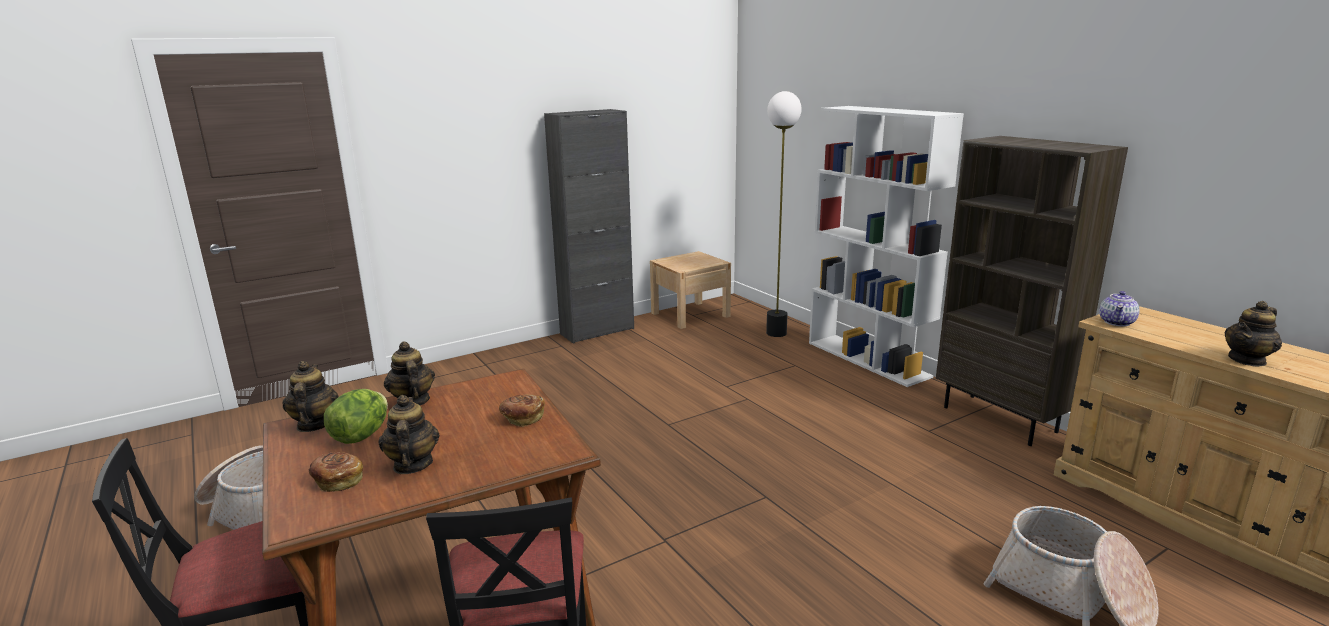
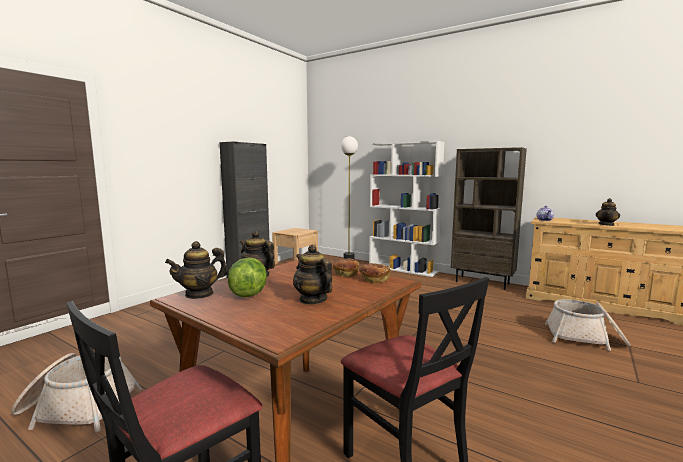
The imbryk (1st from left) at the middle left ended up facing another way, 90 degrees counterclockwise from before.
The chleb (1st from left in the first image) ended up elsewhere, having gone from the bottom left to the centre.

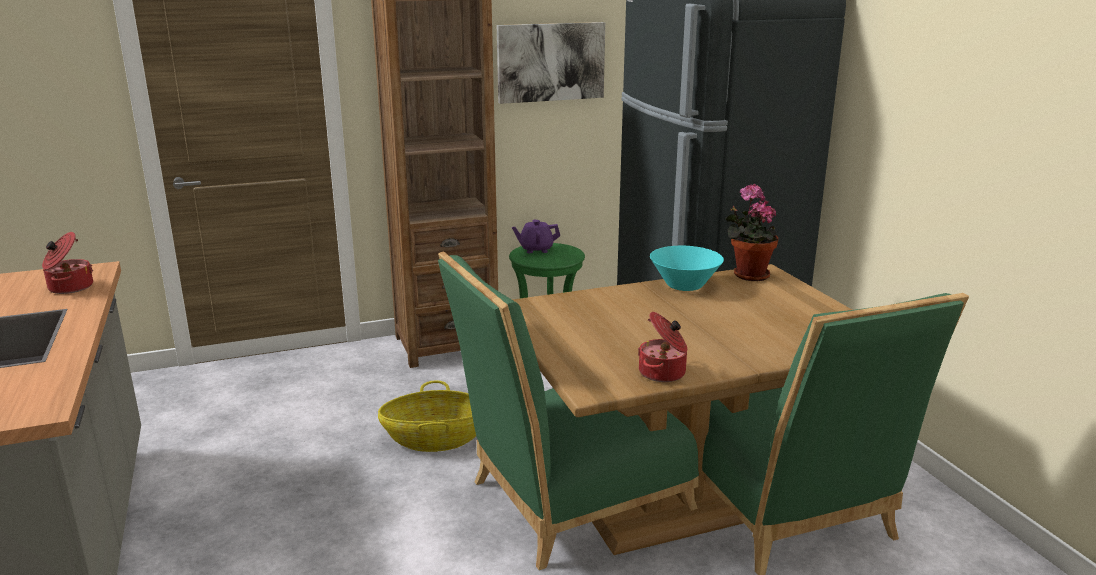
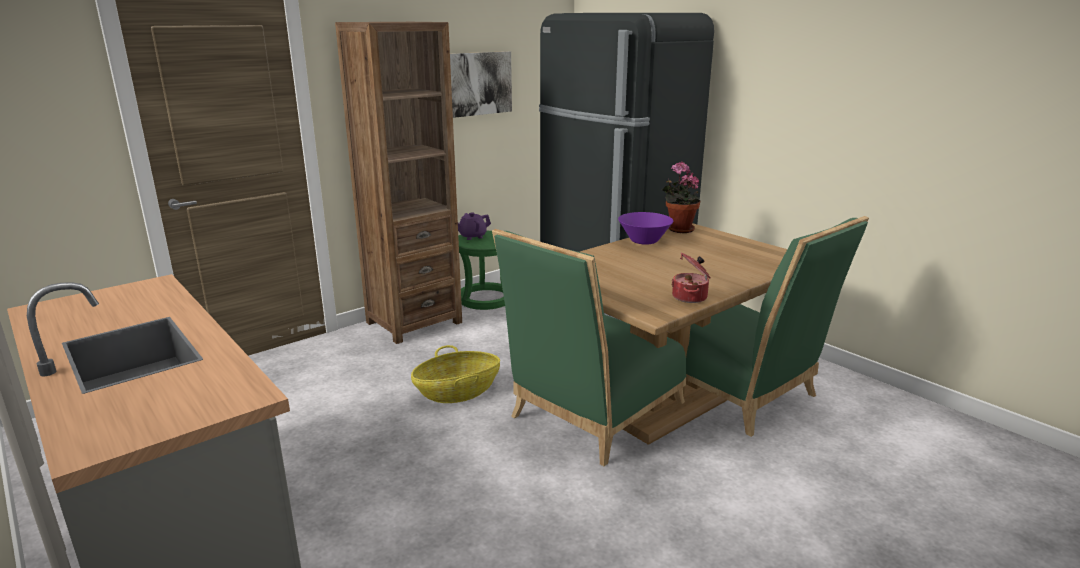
What was the miska/turkusowy at the centre turned into the miska/fioletowy at the centre.
The second view lost the garnek (1st from left) at the middle left.

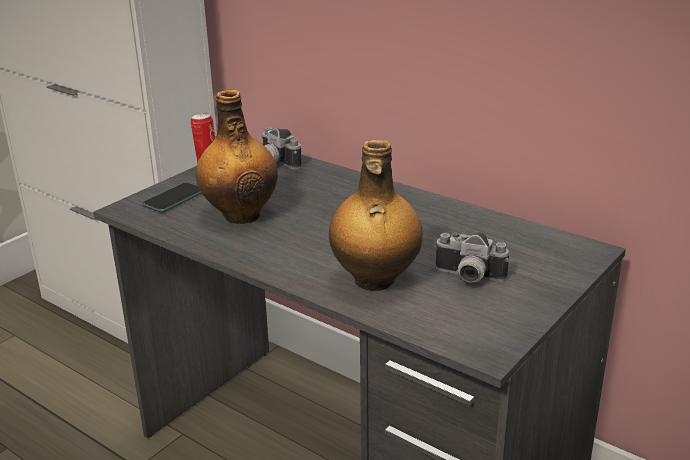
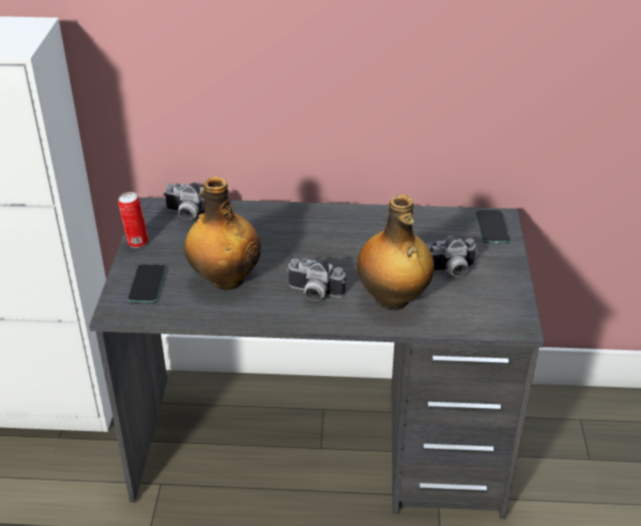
The second view gained the aparat fotograficzny (2nd from left) at the centre.
The second view gained the telefon (2nd from left) at the middle right.

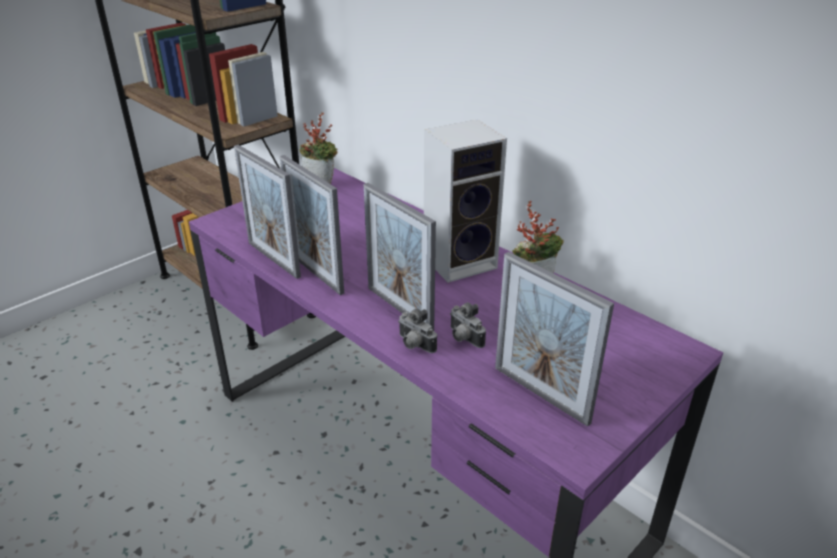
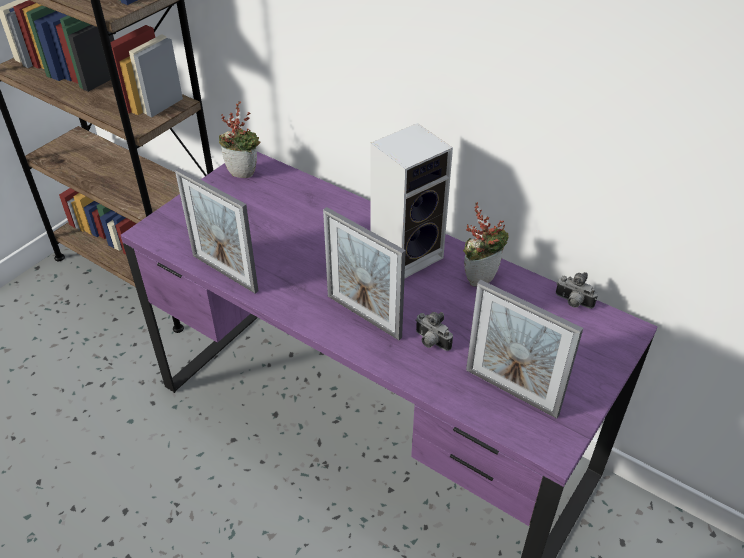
The aparat fotograficzny (1st from left in the first image) ended up elsewhere, having gone from the centre to the middle right.
The second view lost the ramka na zdjęcie (2nd from left) at the centre.

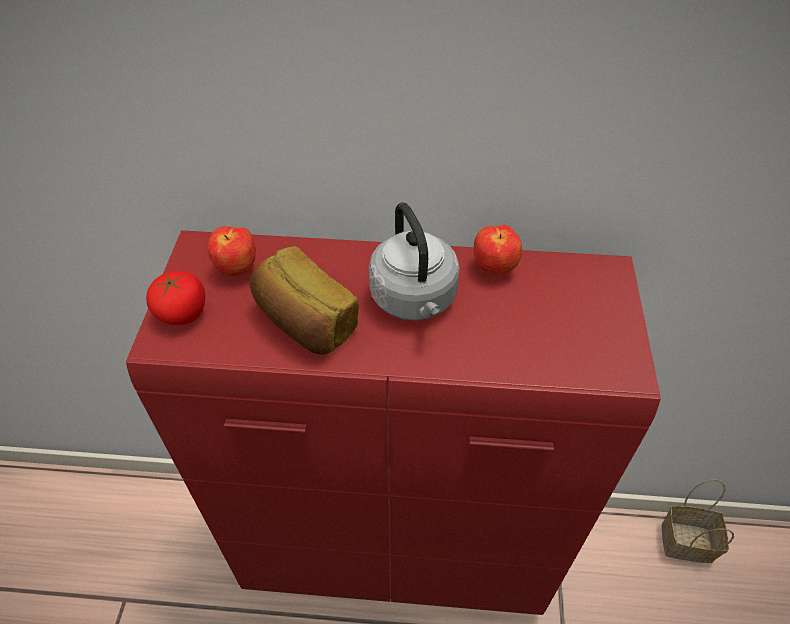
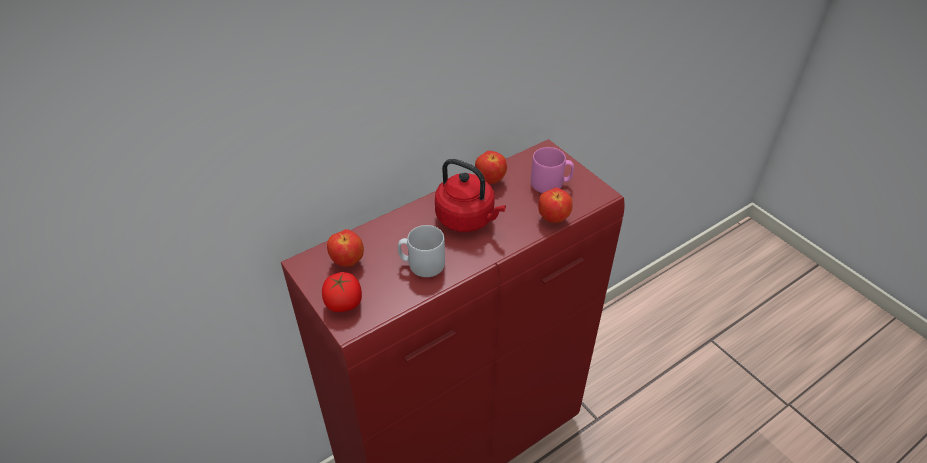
Where the chleb stood at the centre, the kubek/szary came to stand at the centre.
What was the czajnik/szary at the centre turned into the czajnik/czerwony at the centre.
The second view gained the kubek/różowy at the centre.
The second view gained the jabłko (3rd from left) at the centre.
The second view lost the koszyk at the bottom right.

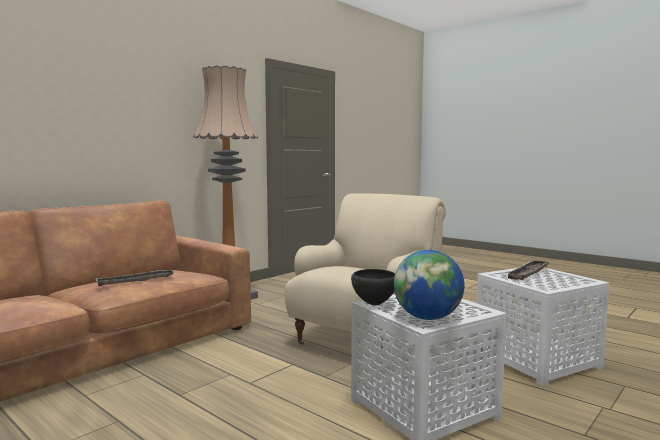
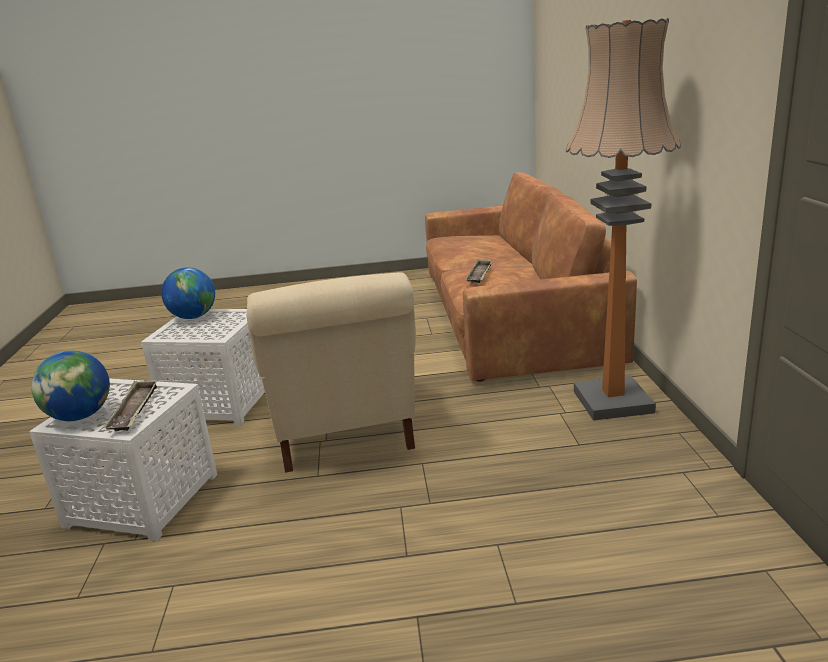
The second view gained the globus (1st from left) at the middle left.
The second view lost the miska/czarny at the centre.

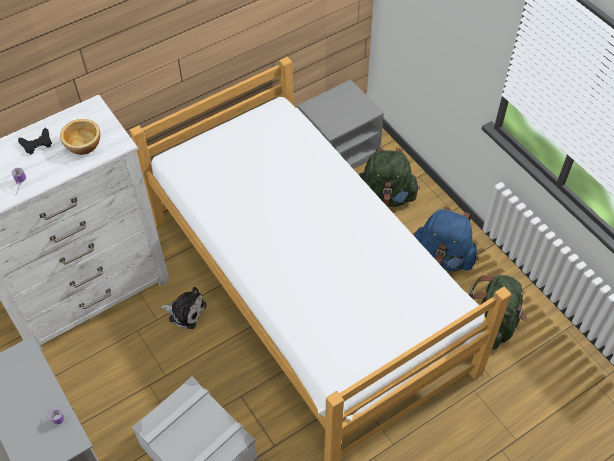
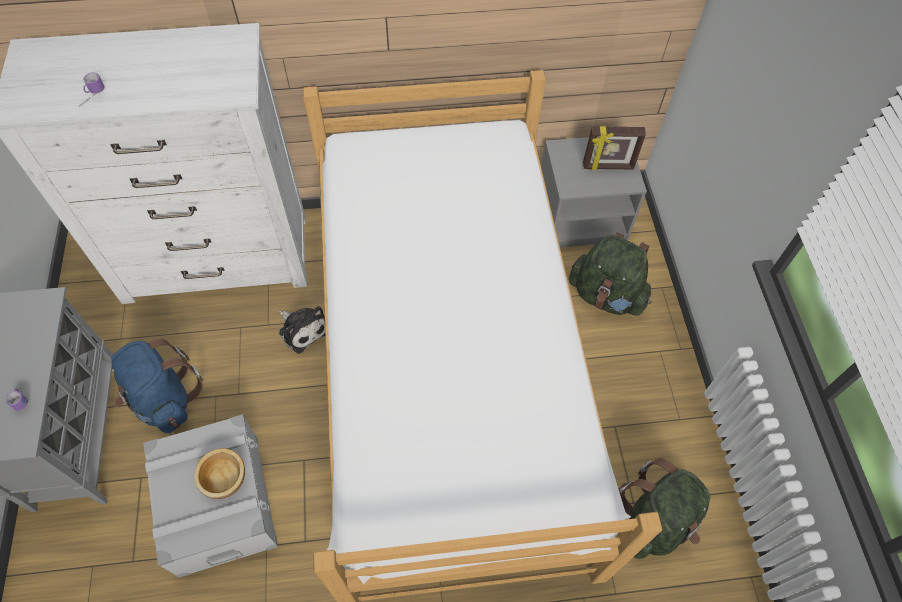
The plecak/niebieski ended up elsewhere, having gone from the middle right to the middle left.
The miska ended up elsewhere, having gone from the top left to the bottom left.
The second view gained the ramka na zdjęcie at the top right.
The second view lost the pad do gier/czarny at the top left.

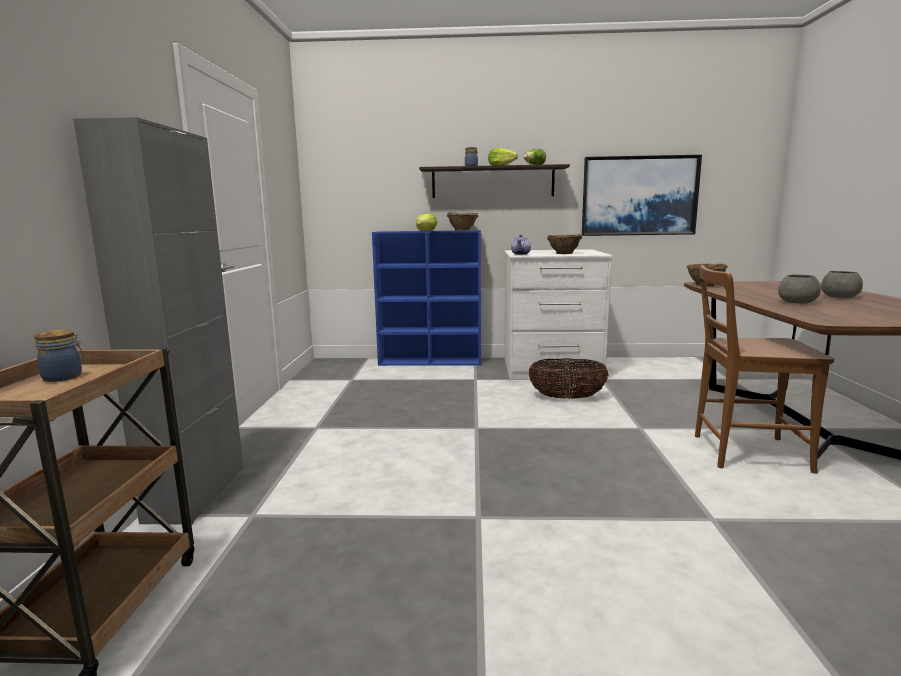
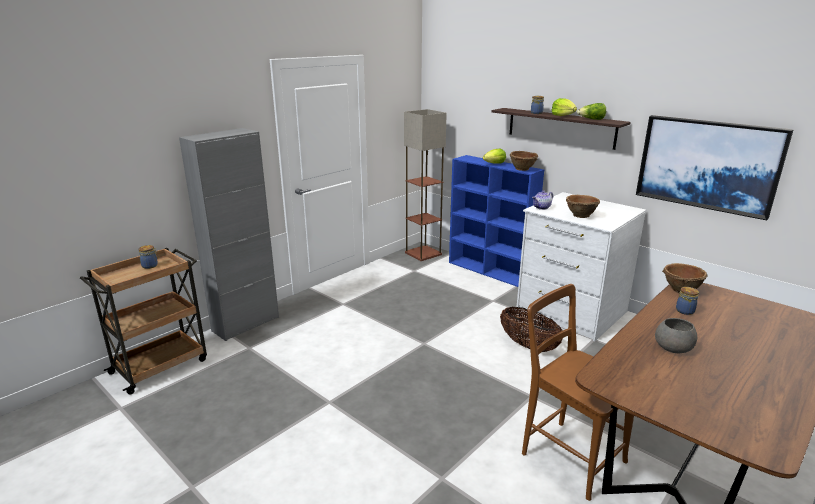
The second view gained the lampa stojąca at the centre.
The second view gained the słoik (3rd from left) at the middle right.
The second view lost the miska/szary (2nd from left) at the middle right.

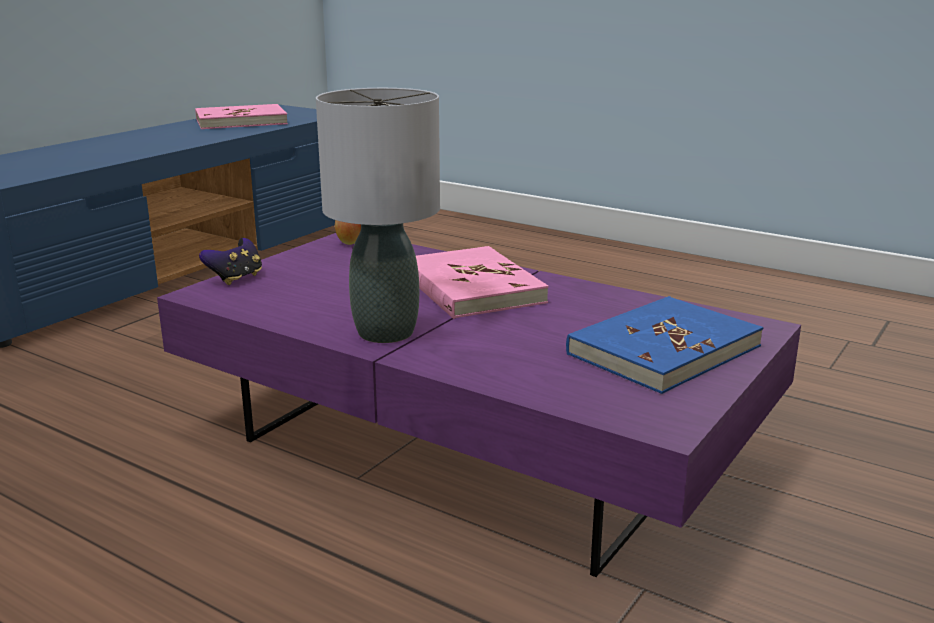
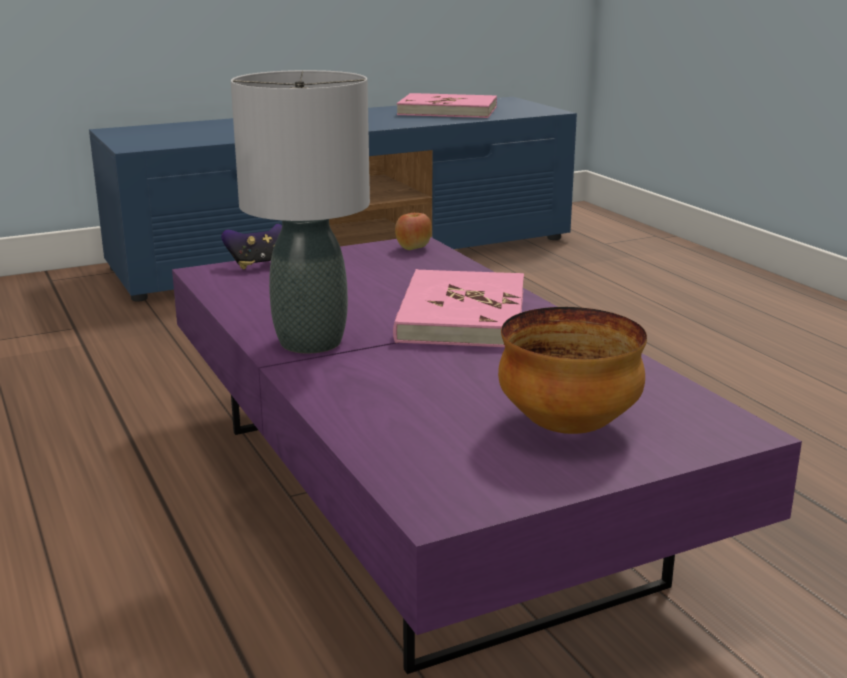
Where the książka/niebieski stood at the middle right, the miska came to stand at the middle right.

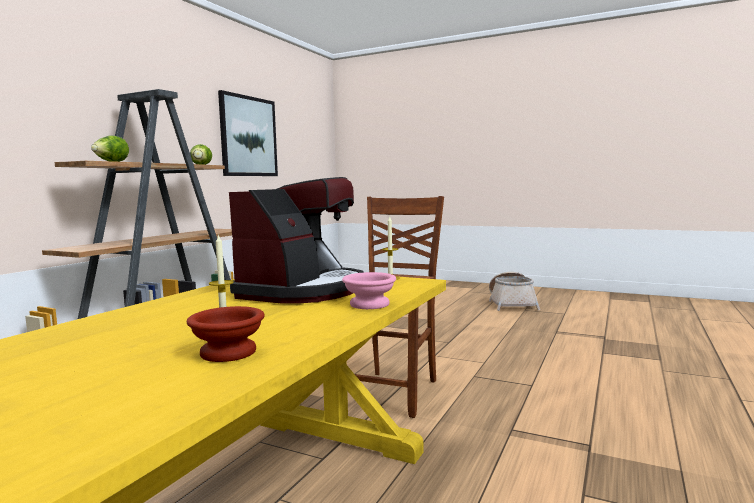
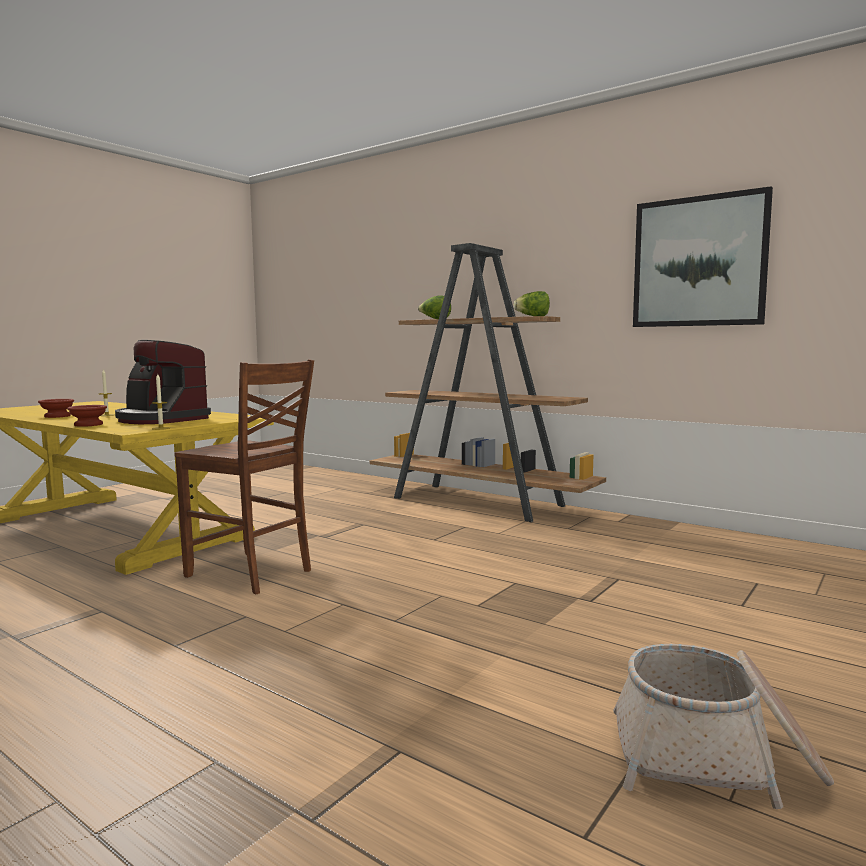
What was the miska/różowy at the centre turned into the miska/brązowy (2nd from left) at the middle left.

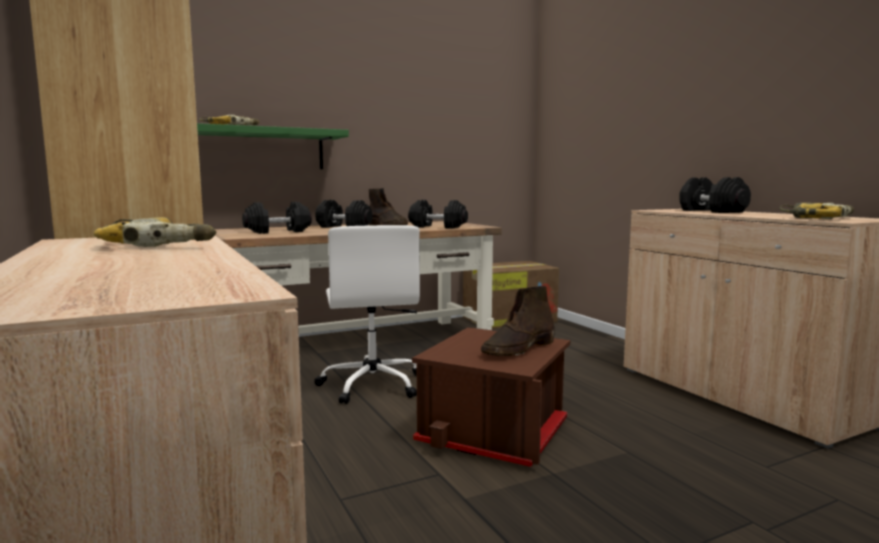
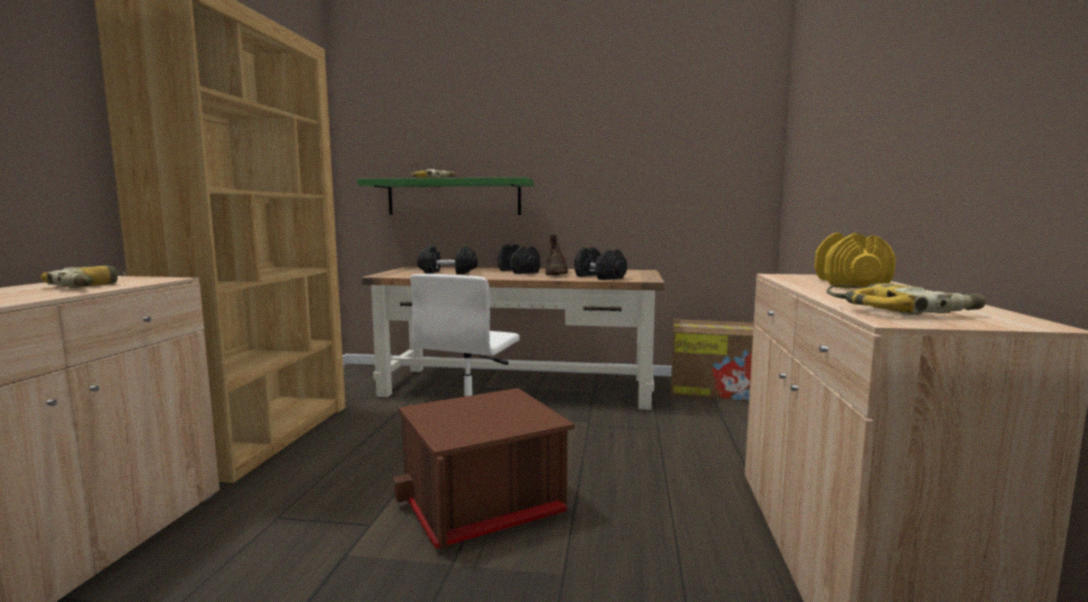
What was the hantel/czarny (4th from left) at the middle right turned into the hantel/żółty at the middle right.
The second view lost the but z cholewką/brązowy (2nd from left) at the centre.

